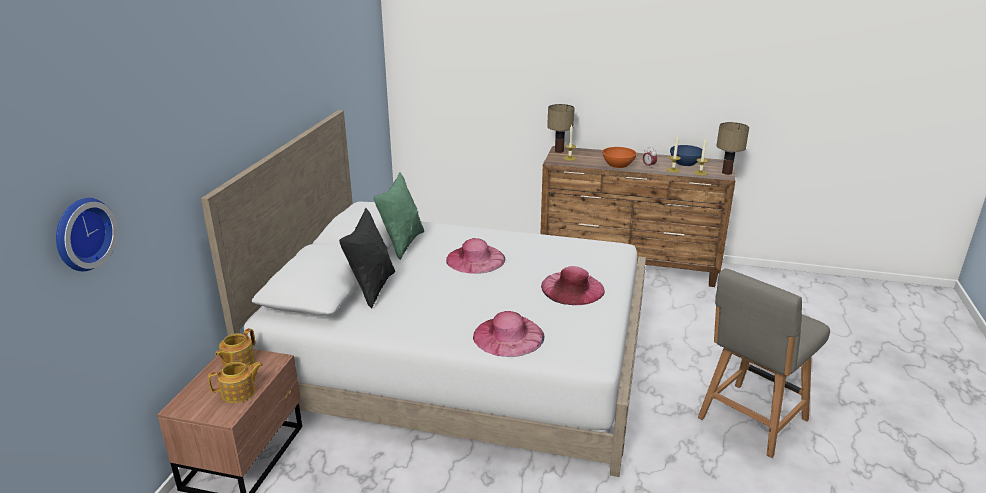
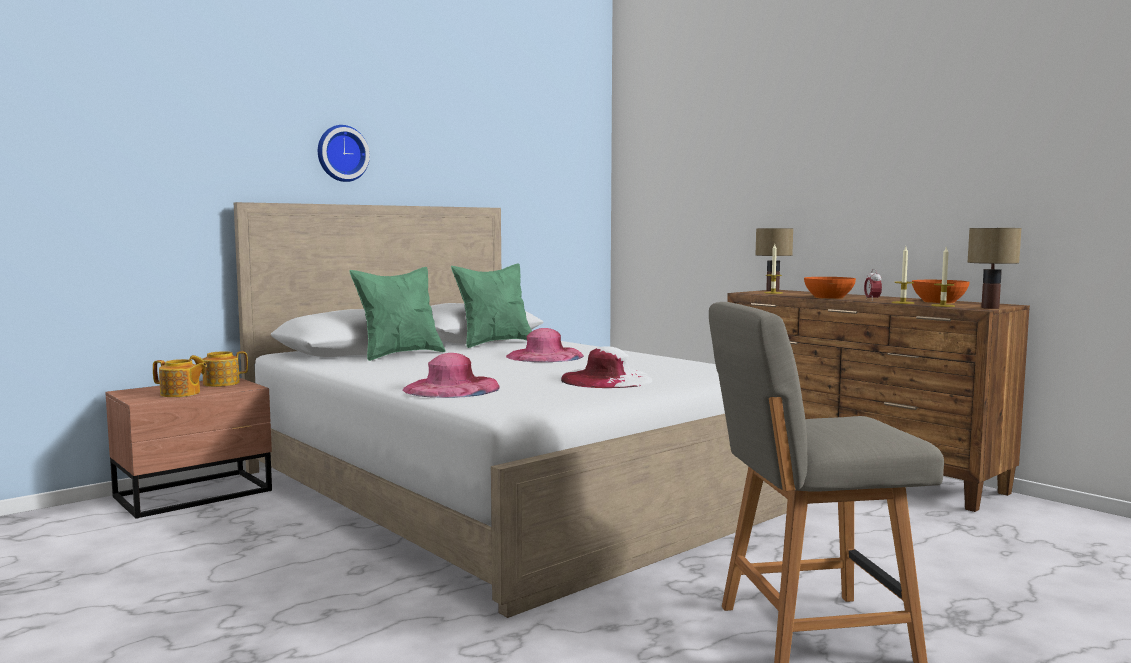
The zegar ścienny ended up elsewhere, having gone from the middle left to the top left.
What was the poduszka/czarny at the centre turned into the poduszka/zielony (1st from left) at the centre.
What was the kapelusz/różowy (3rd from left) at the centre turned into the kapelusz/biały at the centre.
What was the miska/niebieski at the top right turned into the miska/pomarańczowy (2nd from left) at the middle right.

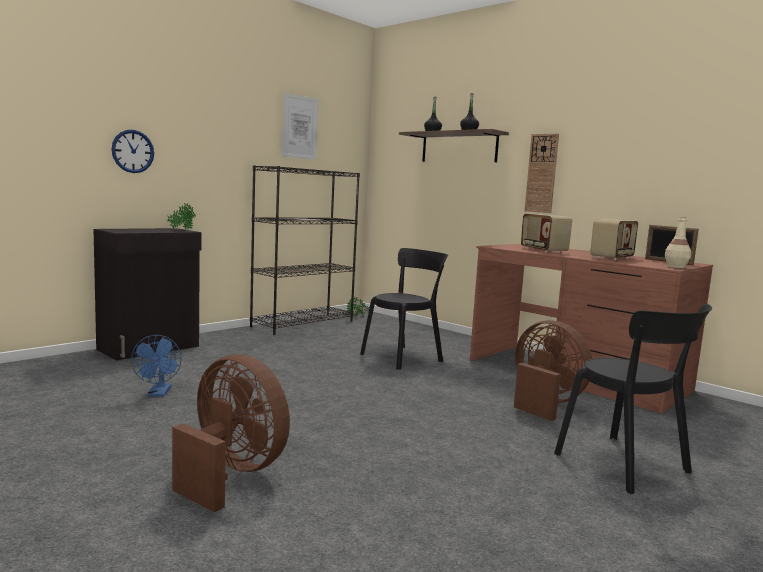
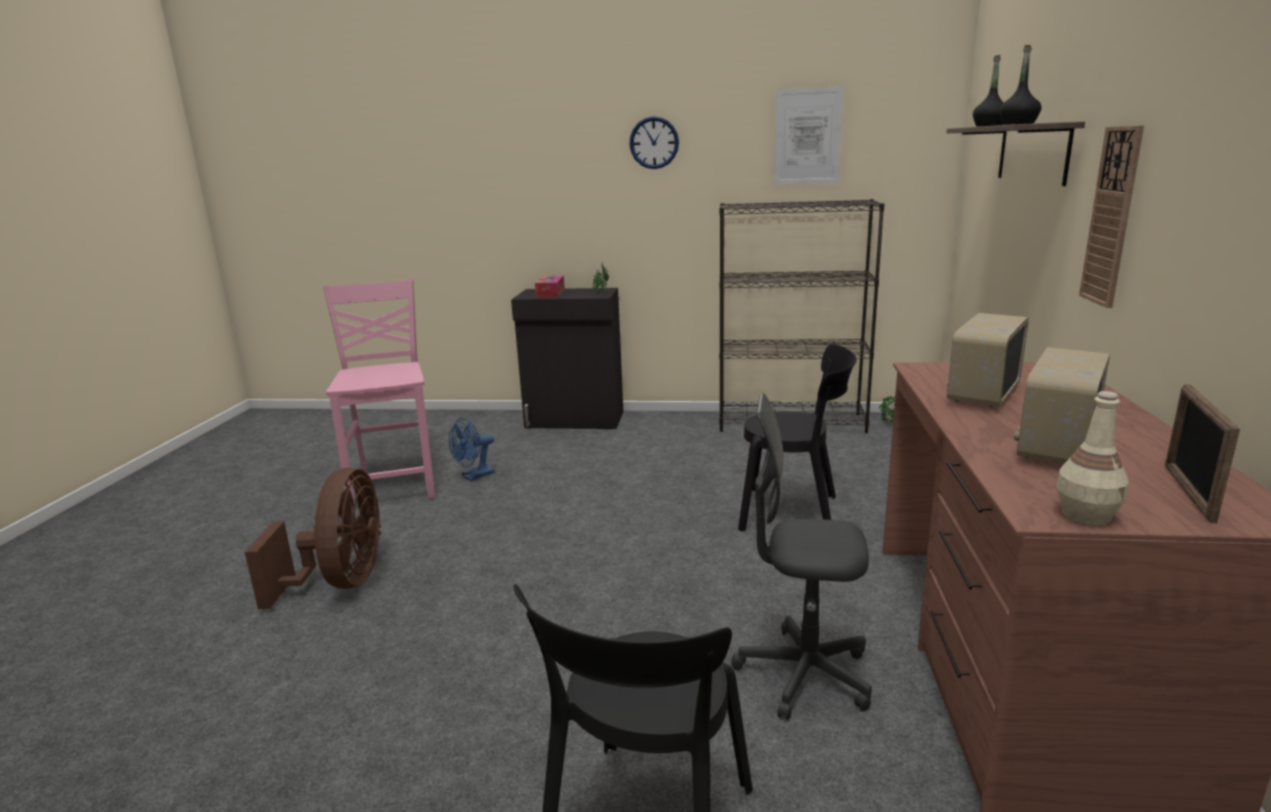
The second view gained the krzesło/różowy at the middle left.
The second view gained the pudełko chusteczek at the centre.
The zegar ścienny (1st from left) ended up elsewhere, having gone from the top left to the top centre.
Where the wentylator/brązowy (2nd from left) stood at the middle right, the krzesło biurowe/szary came to stand at the bottom centre.
The radio (2nd from left) at the middle right ended up facing another way, 120 degrees clockwise from before.

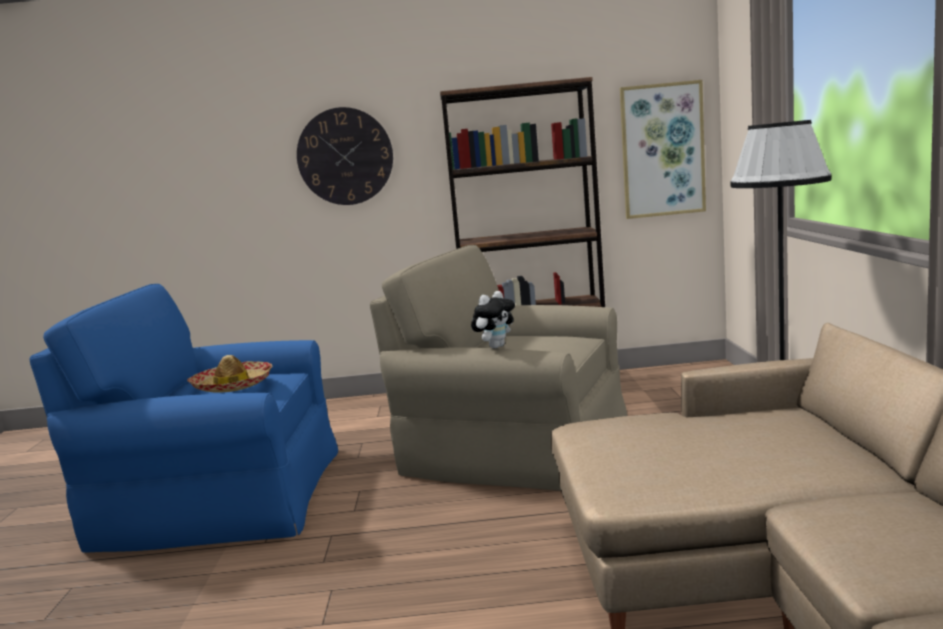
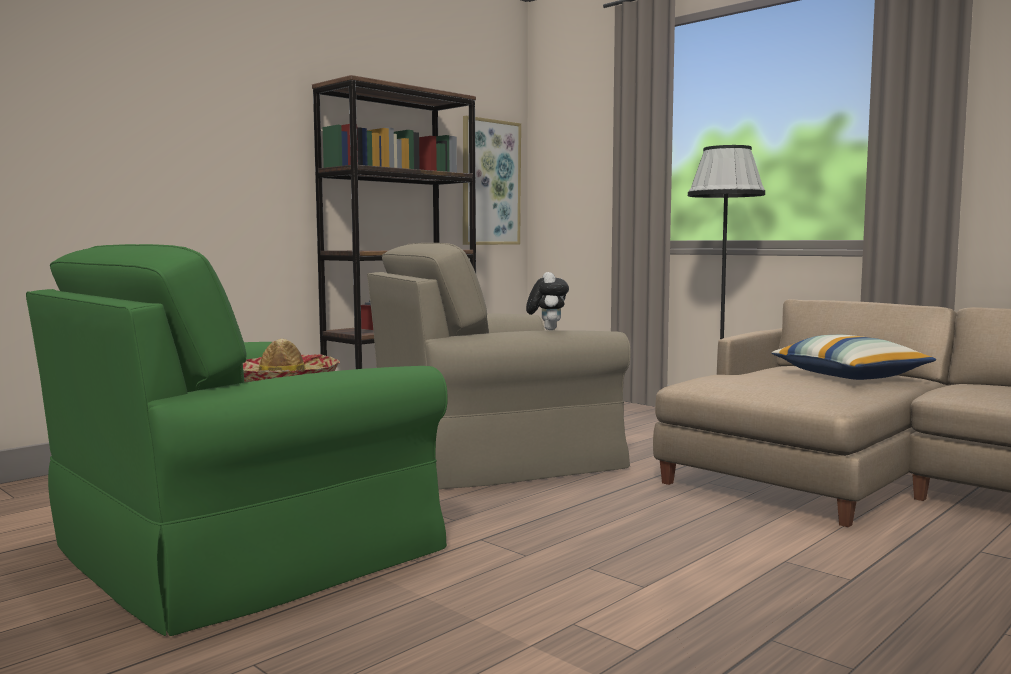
What was the fotel/niebieski at the middle left turned into the fotel/zielony at the middle left.
The second view gained the poduszka at the middle right.
The second view lost the zegar ścienny at the top centre.

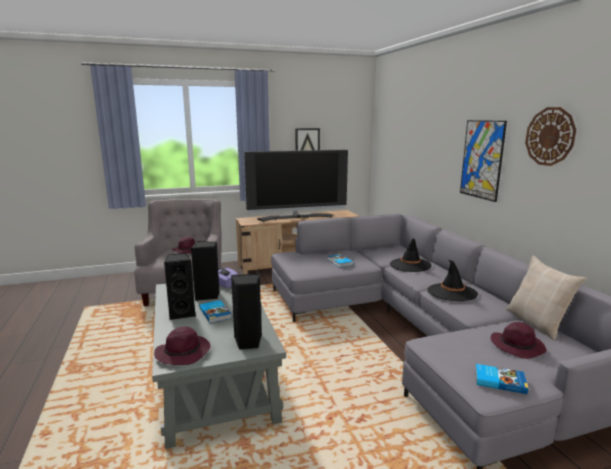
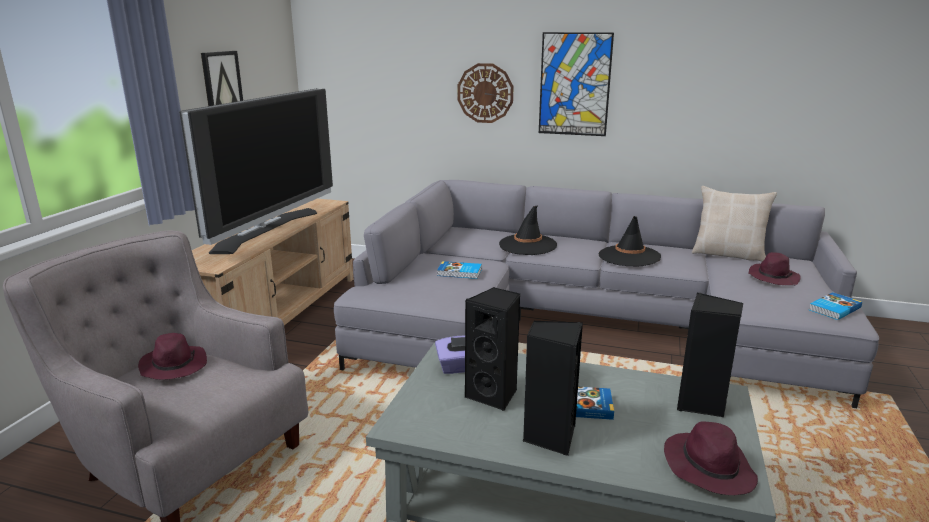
The zegar ścienny ended up elsewhere, having gone from the top right to the top centre.

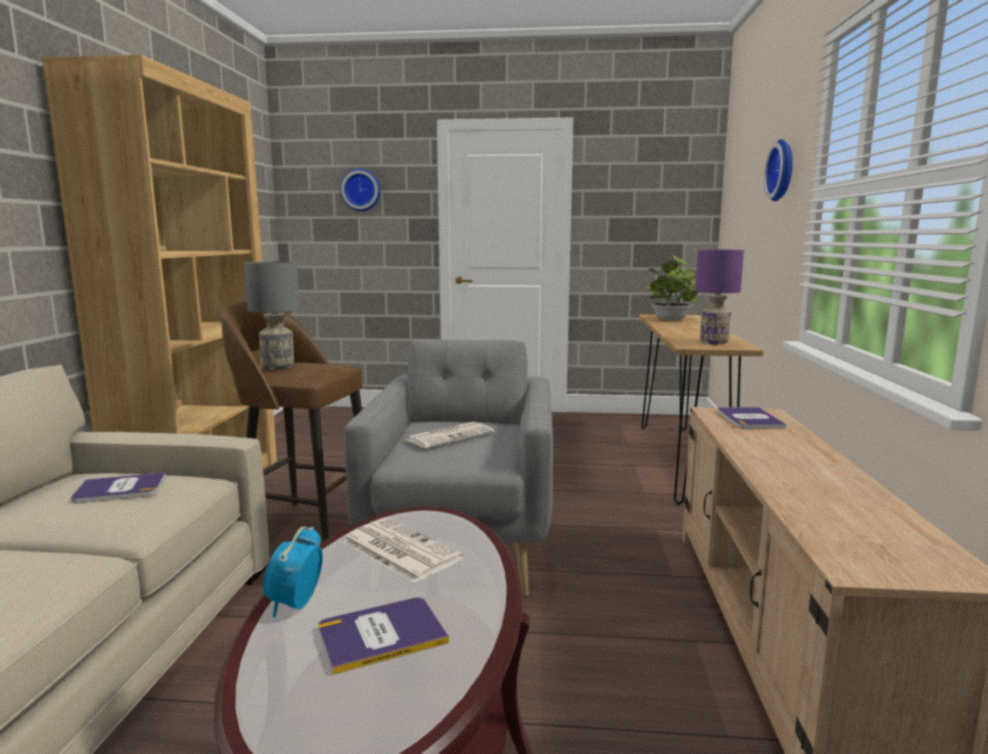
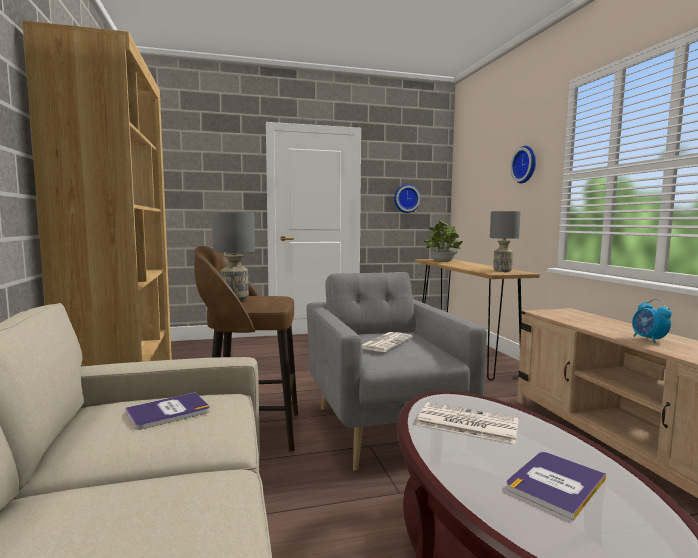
The zegar ścienny (1st from left) ended up elsewhere, having gone from the top centre to the centre.
What was the lampa stołowa/fioletowy at the middle right turned into the lampa stołowa/szary (2nd from left) at the middle right.
The budzik ended up elsewhere, having gone from the bottom left to the middle right.
The second view lost the książka (3rd from left) at the middle right.

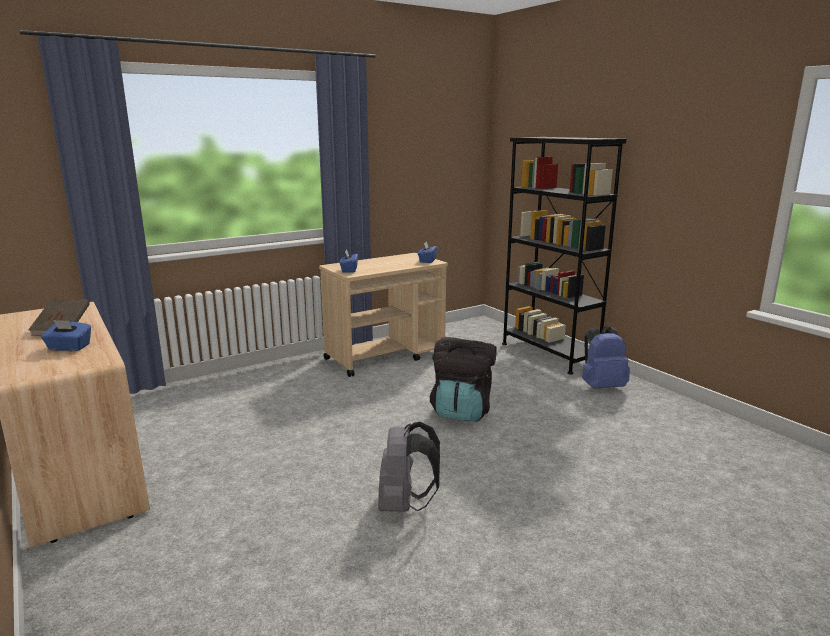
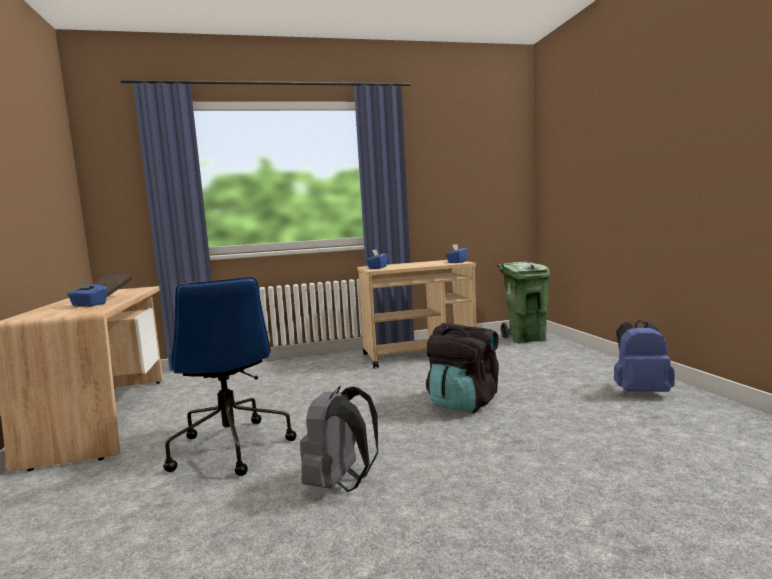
The second view gained the krzesło biurowe/niebieski at the middle left.
The second view gained the kosz na śmieci/zielony at the middle right.
The second view lost the regał/czarny at the middle right.

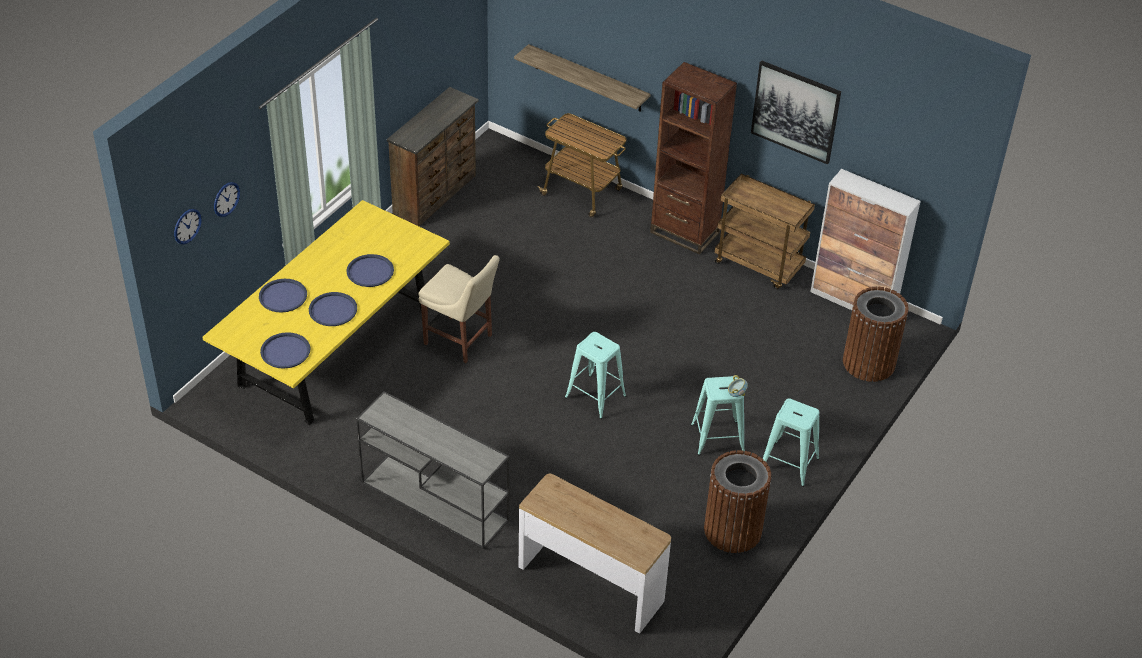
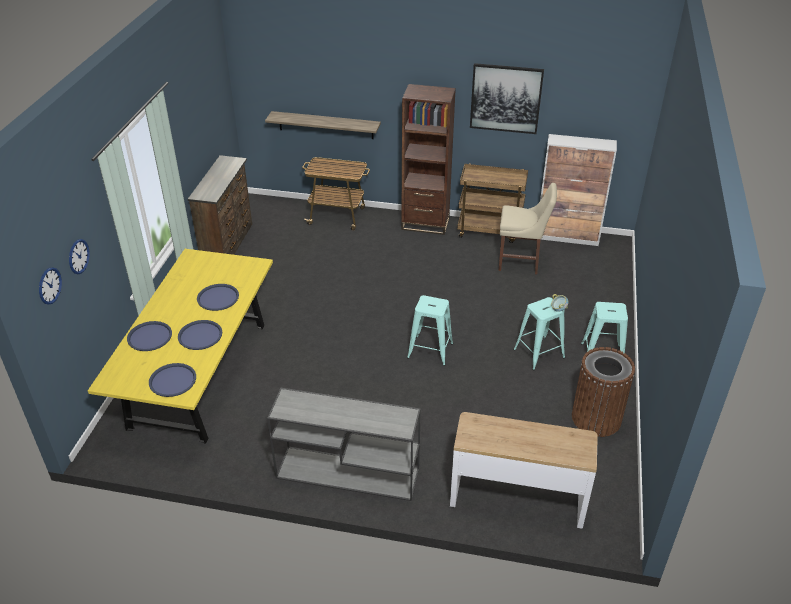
The krzesło/beżowy ended up elsewhere, having gone from the centre to the middle right.
The second view lost the kosz na śmieci/brązowy (2nd from left) at the middle right.

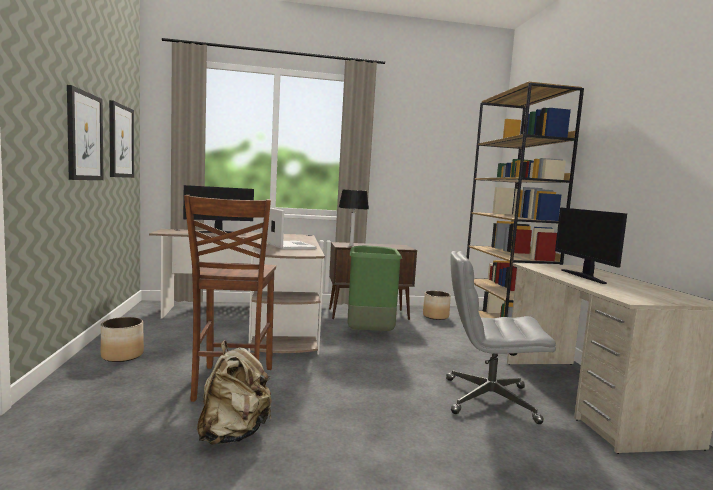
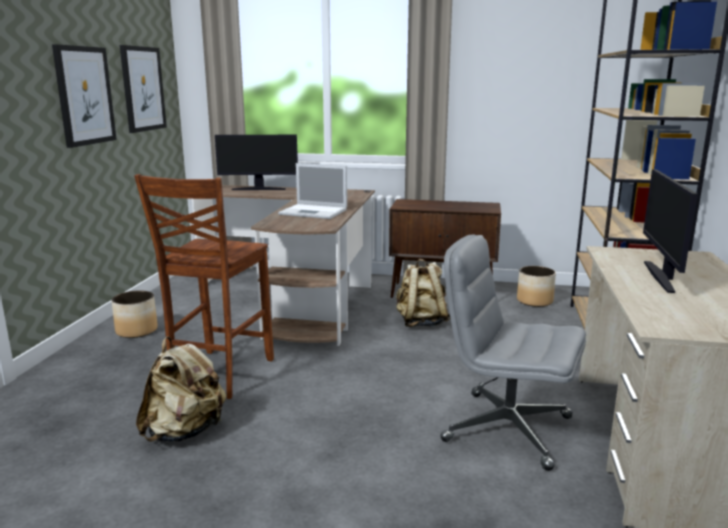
The laptop at the centre ended up facing another way, 120 degrees clockwise from before.
Where the kosz na śmieci/zielony stood at the centre, the plecak/beżowy (2nd from left) came to stand at the centre.
The second view lost the lampa stołowa/czarny at the centre.

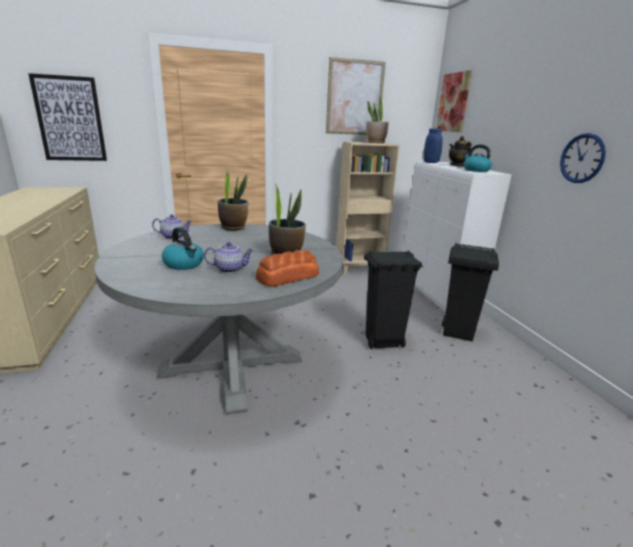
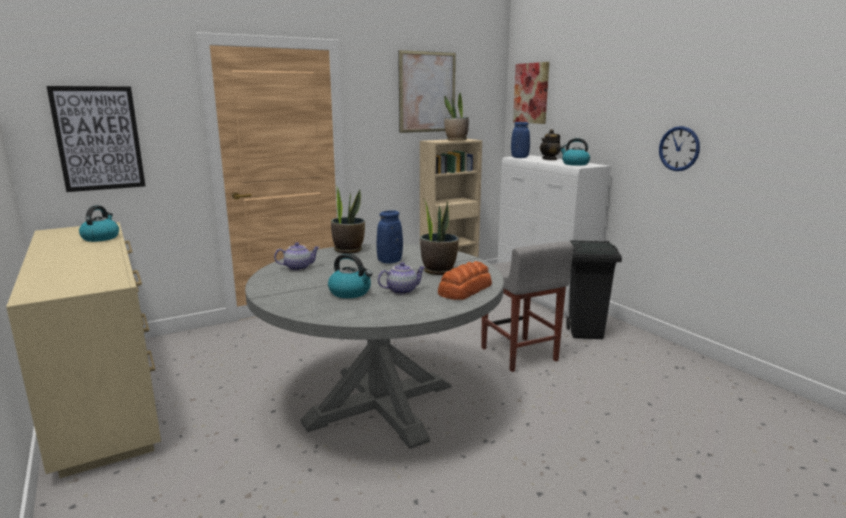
The second view gained the czajnik (1st from left) at the middle left.
The second view gained the wazon/niebieski (1st from left) at the centre.
Where the kosz na śmieci/czarny (1st from left) stood at the centre, the stołek/szary came to stand at the centre.

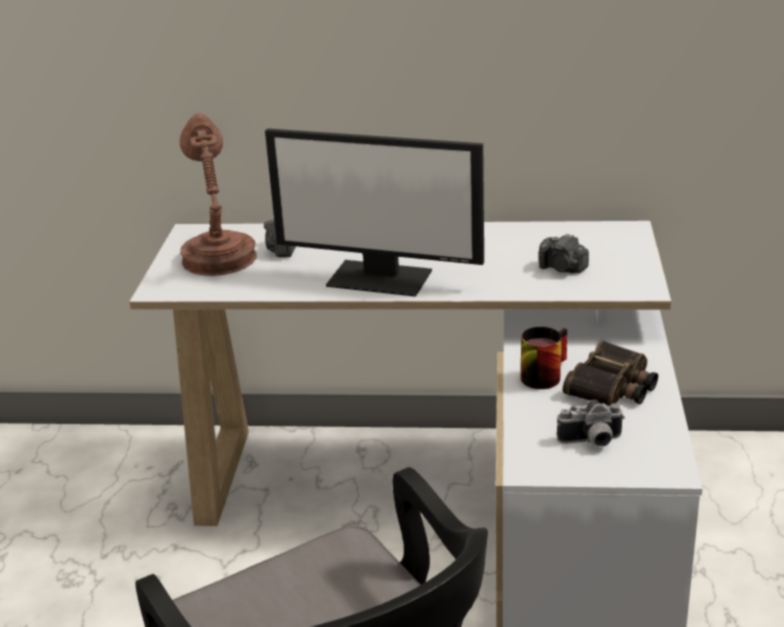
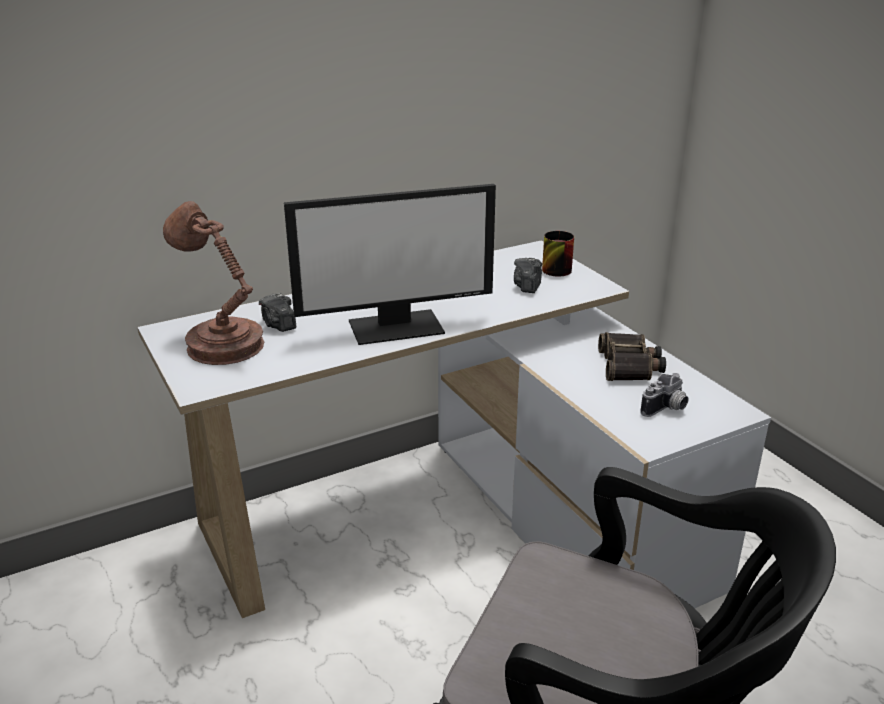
The aparat fotograficzny (2nd from left) at the middle right ended up facing another way, 105 degrees clockwise from before.
The kubek ended up elsewhere, having gone from the middle right to the centre.

